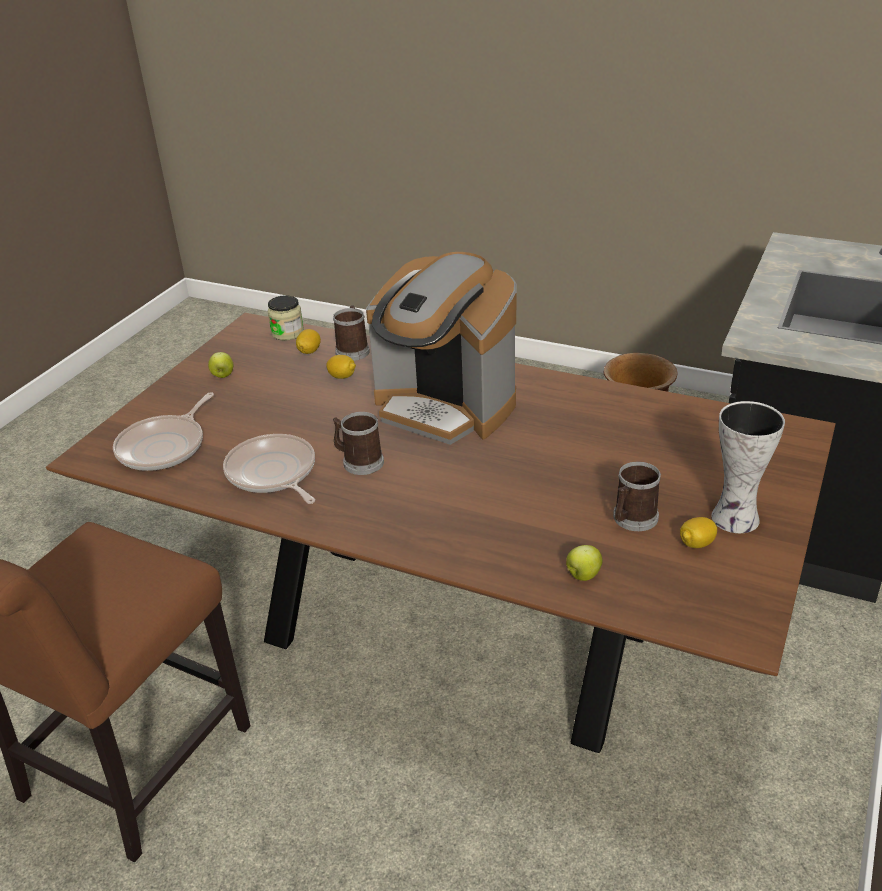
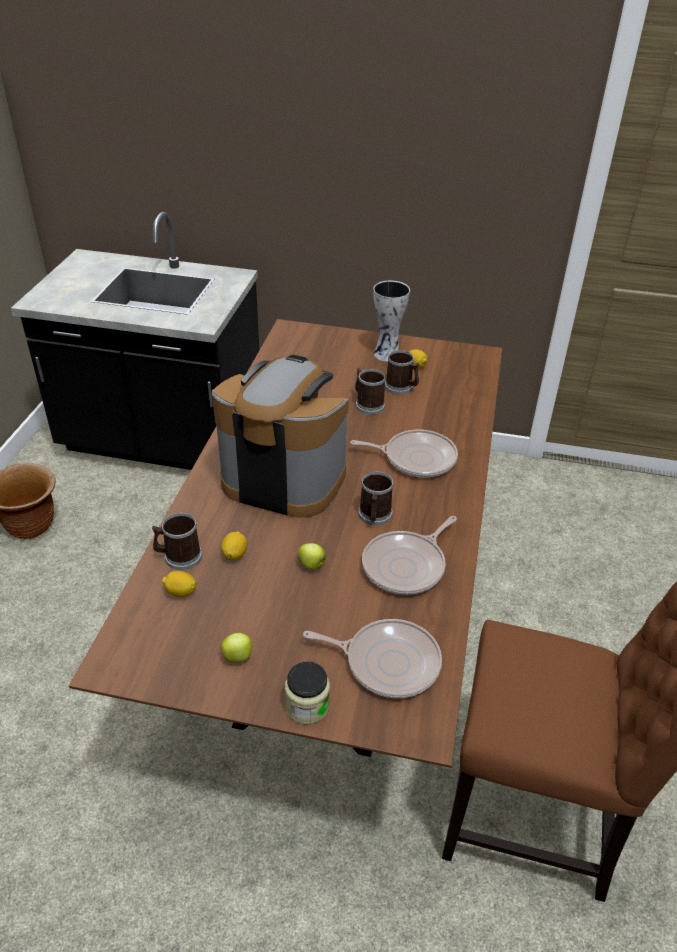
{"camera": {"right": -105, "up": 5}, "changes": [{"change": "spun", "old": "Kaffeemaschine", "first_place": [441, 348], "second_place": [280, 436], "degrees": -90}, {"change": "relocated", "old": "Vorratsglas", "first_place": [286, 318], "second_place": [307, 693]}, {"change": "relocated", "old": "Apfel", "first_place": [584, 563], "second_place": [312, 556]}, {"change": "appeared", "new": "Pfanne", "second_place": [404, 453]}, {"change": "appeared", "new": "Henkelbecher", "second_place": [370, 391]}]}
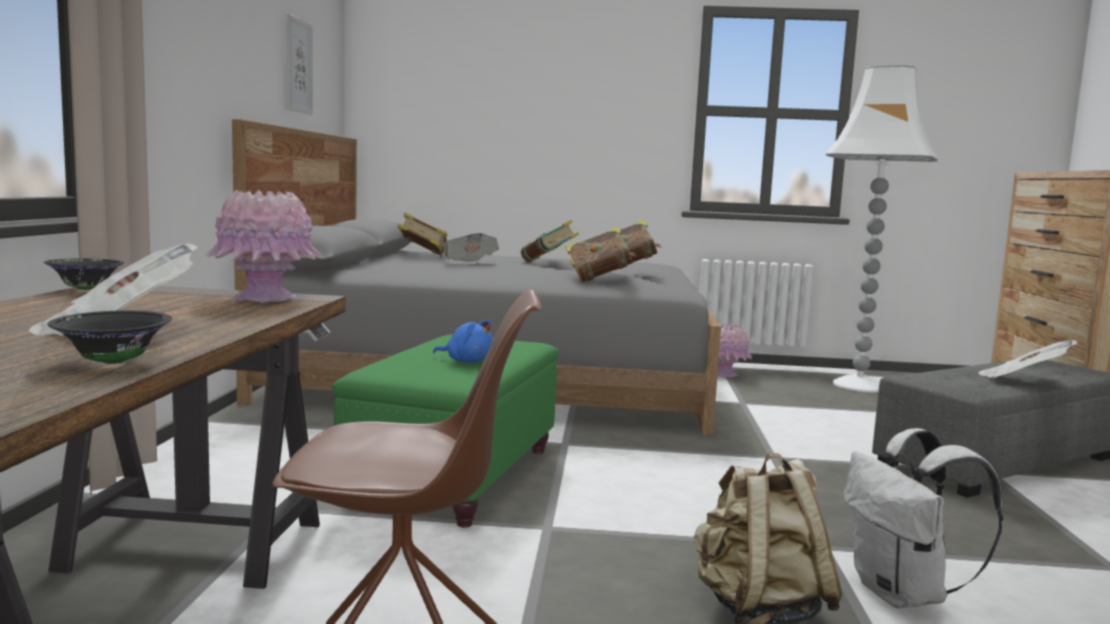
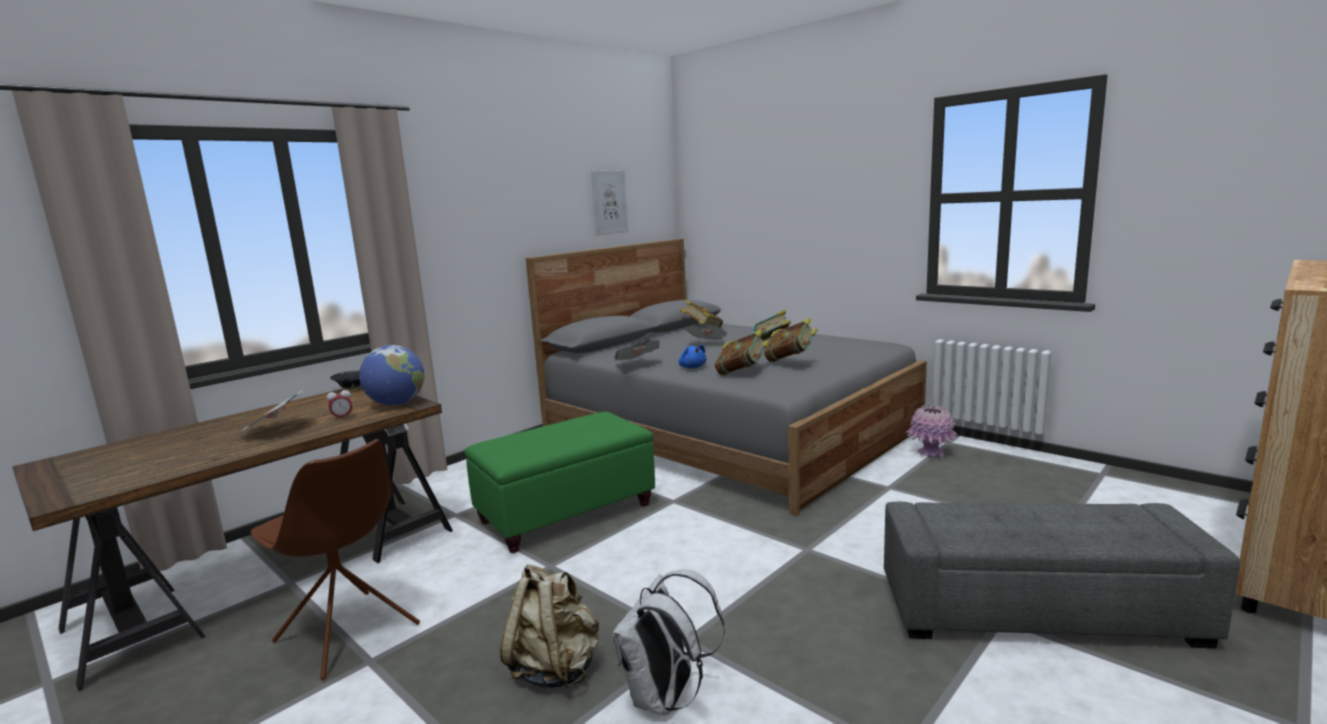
{"camera": {"right": 40, "up": 5}, "changes": [{"change": "appeared", "new": "Wecker", "second_place": [339, 404]}, {"change": "exchanged", "old": "Vase (rosa)", "new": "Globus", "first_place": [264, 246], "second_place": [391, 375]}, {"change": "relocated", "old": "Zeitung", "first_place": [1028, 359], "second_place": [637, 350]}, {"change": "relocated", "old": "Plüschtier (blau)", "first_place": [463, 341], "second_place": [692, 357]}, {"change": "missing", "old": "Schüssel (schwarz)", "first_place": [109, 337]}, {"change": "missing", "old": "Stehlampe (weiß)", "first_place": [882, 228]}]}
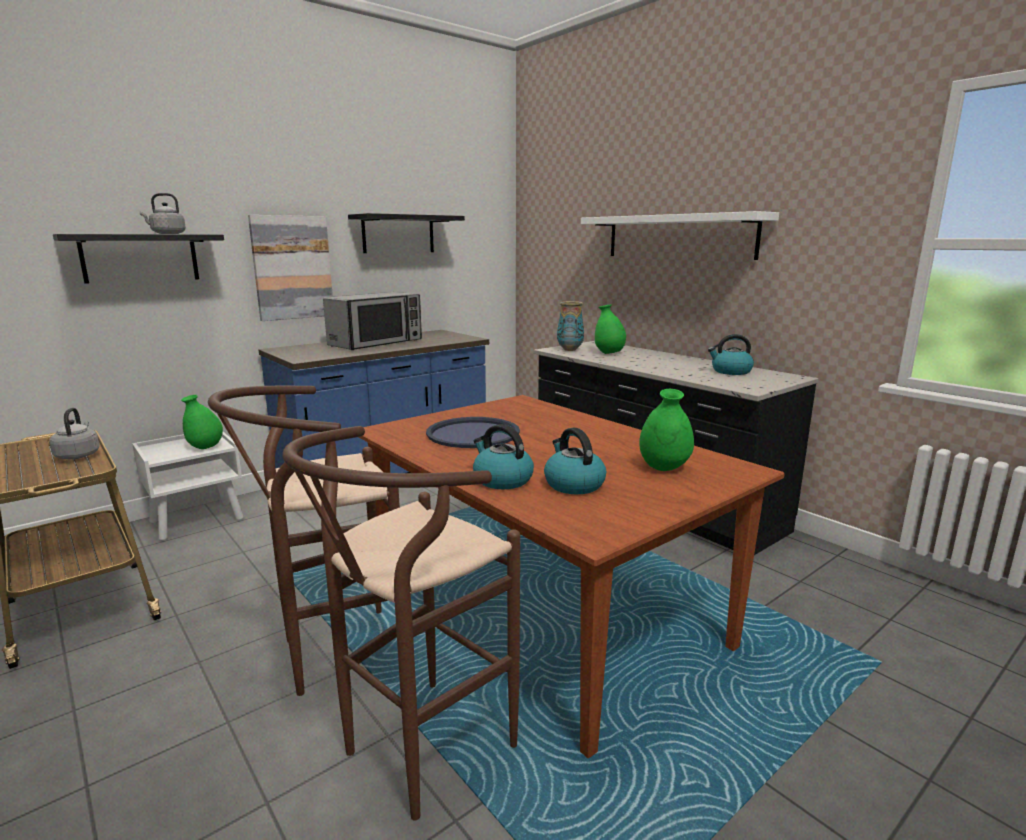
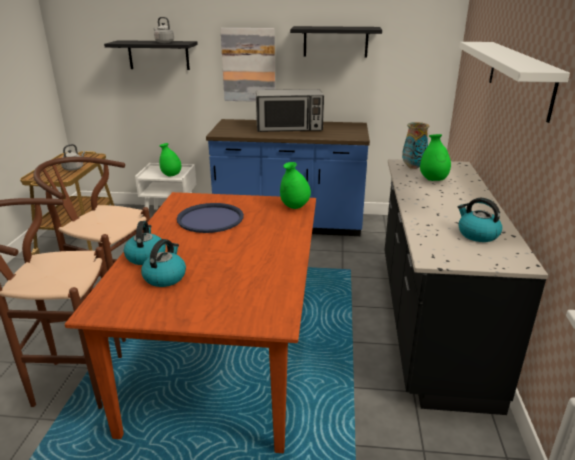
{"camera": {"right": 45, "up": 10}, "changes": [{"change": "relocated", "old": "Vase (grün)", "first_place": [666, 430], "second_place": [295, 185]}]}
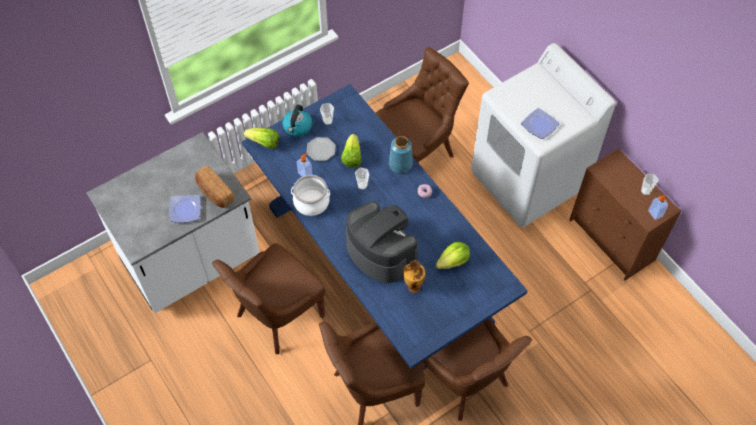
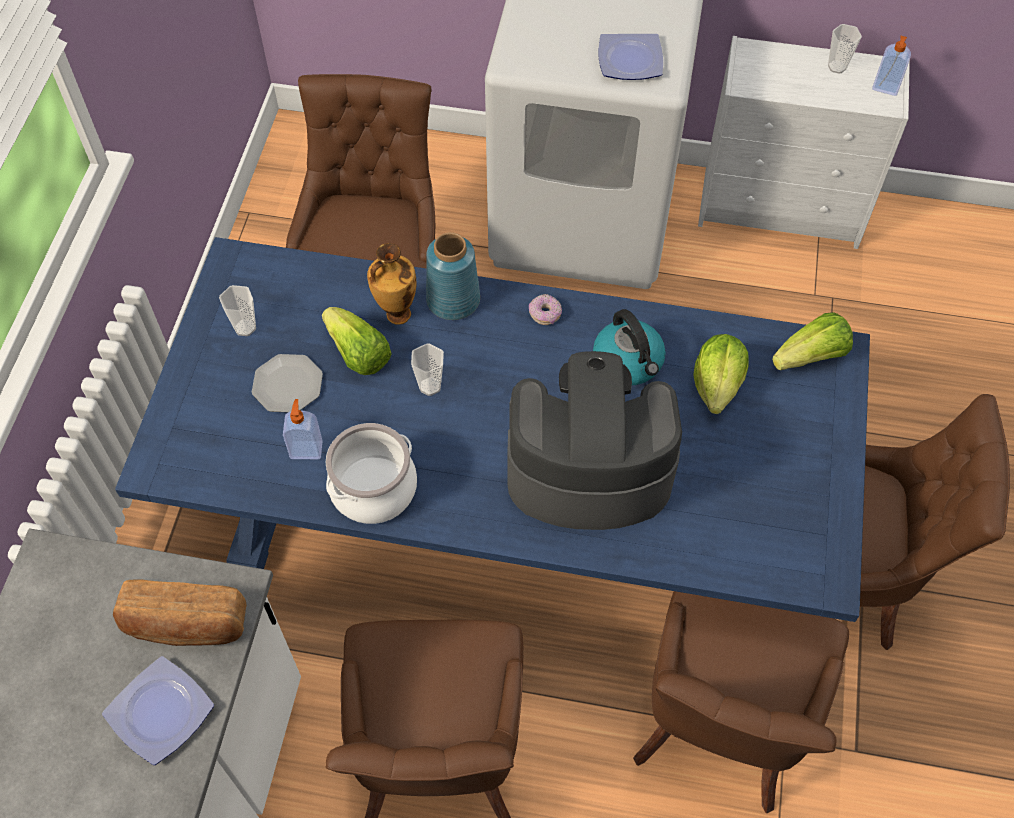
{"camera": {"right": -45, "up": 0}, "changes": [{"change": "relocated", "old": "Vase", "first_place": [414, 276], "second_place": [392, 284]}, {"change": "relocated", "old": "Wasserkessel", "first_place": [297, 121], "second_place": [629, 347]}, {"change": "colour", "old": "Kommode (braun)", "new": "Kommode (weiß)", "first_place": [625, 214], "second_place": [804, 142]}, {"change": "relocated", "old": "Salatkopf", "first_place": [261, 138], "second_place": [812, 341]}]}
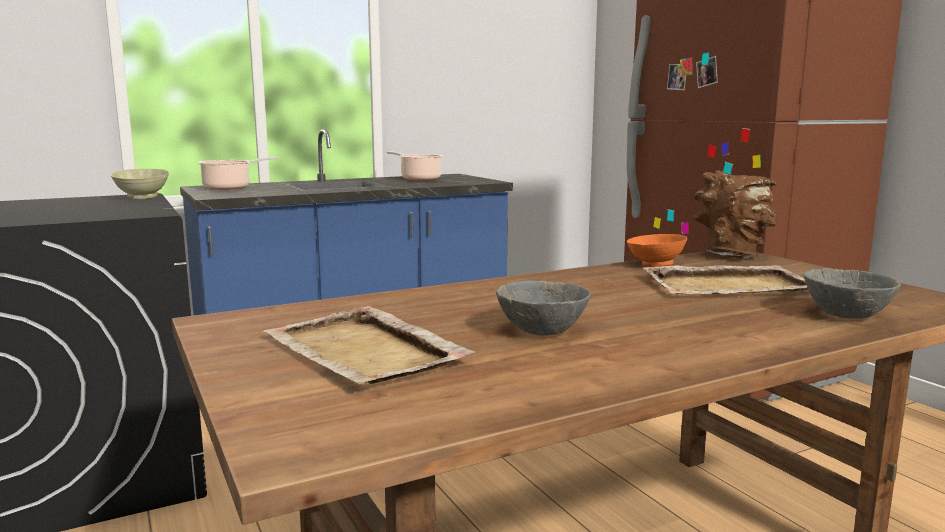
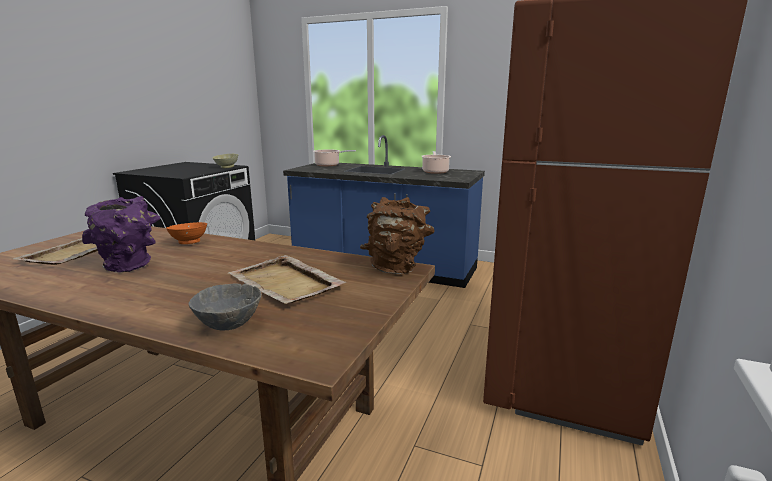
{"camera": {"right": 50, "up": 5}, "changes": [{"change": "exchanged", "old": "Schüssel (grau)", "new": "Vase (lila)", "first_place": [543, 308], "second_place": [121, 234]}, {"change": "relocated", "old": "Schüssel (orange)", "first_place": [657, 250], "second_place": [186, 233]}]}
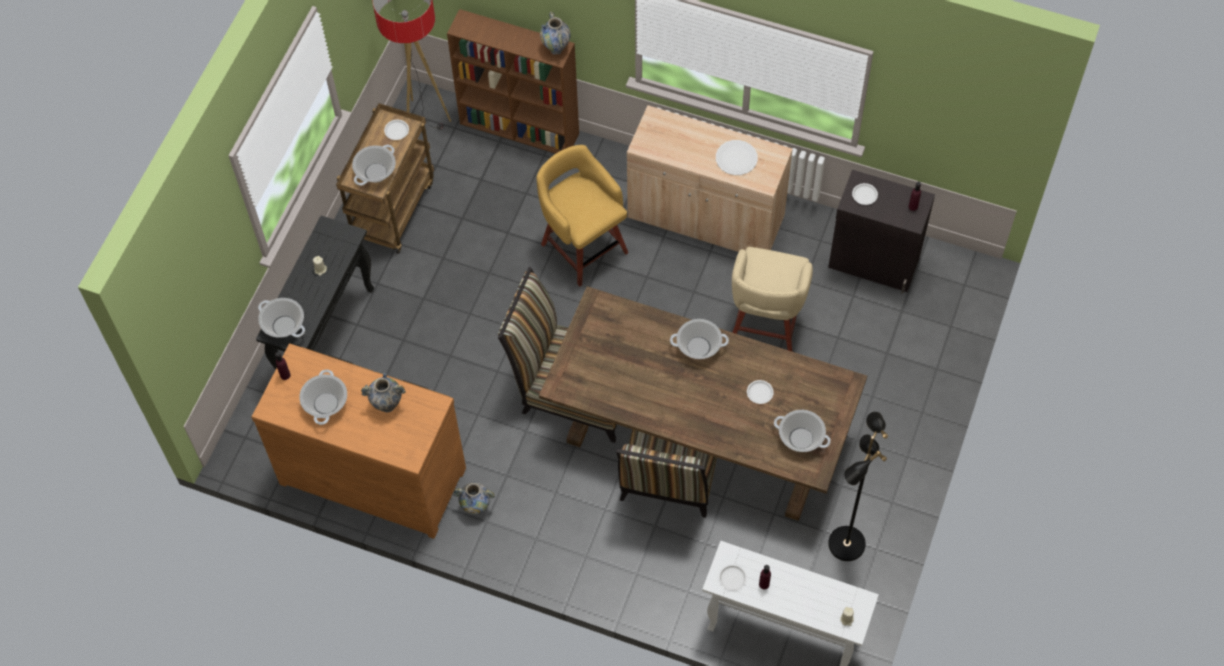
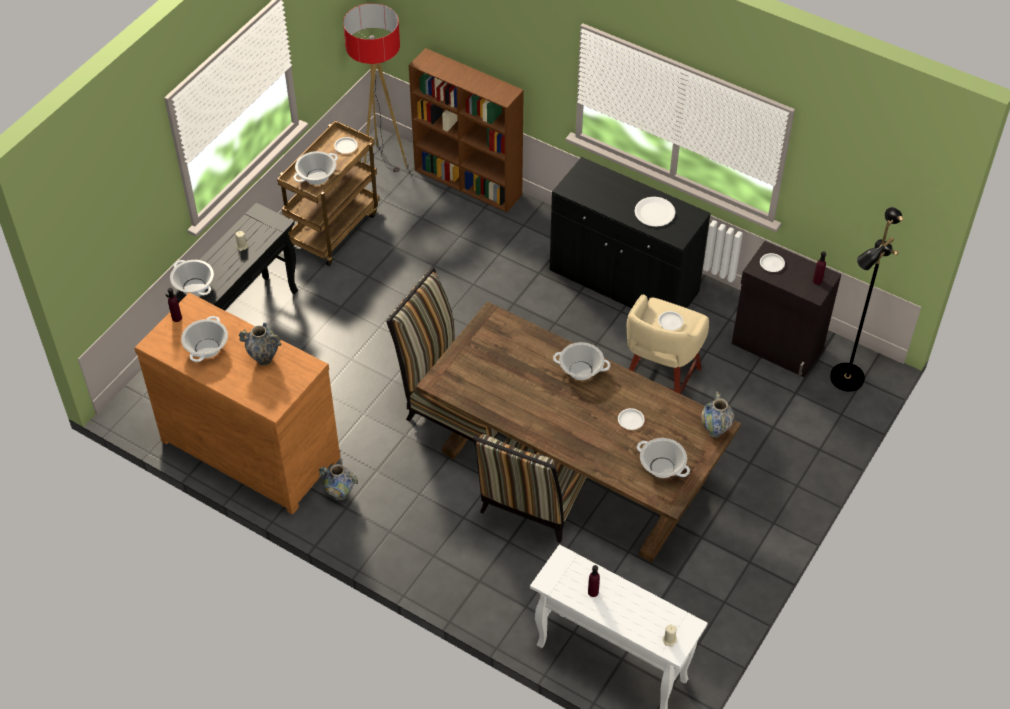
{"camera": {"right": 10, "up": -10}, "changes": [{"change": "colour", "old": "Schrank (beige)", "new": "Schrank (schwarz)", "first_place": [710, 178], "second_place": [630, 232]}, {"change": "relocated", "old": "Teller (weiß)", "first_place": [733, 577], "second_place": [670, 320]}, {"change": "relocated", "old": "Vase", "first_place": [555, 33], "second_place": [717, 414]}, {"change": "relocated", "old": "Stehlampe (schwarz)", "first_place": [858, 486], "second_place": [866, 299]}, {"change": "missing", "old": "Hocker (gelb)", "first_place": [582, 216]}]}
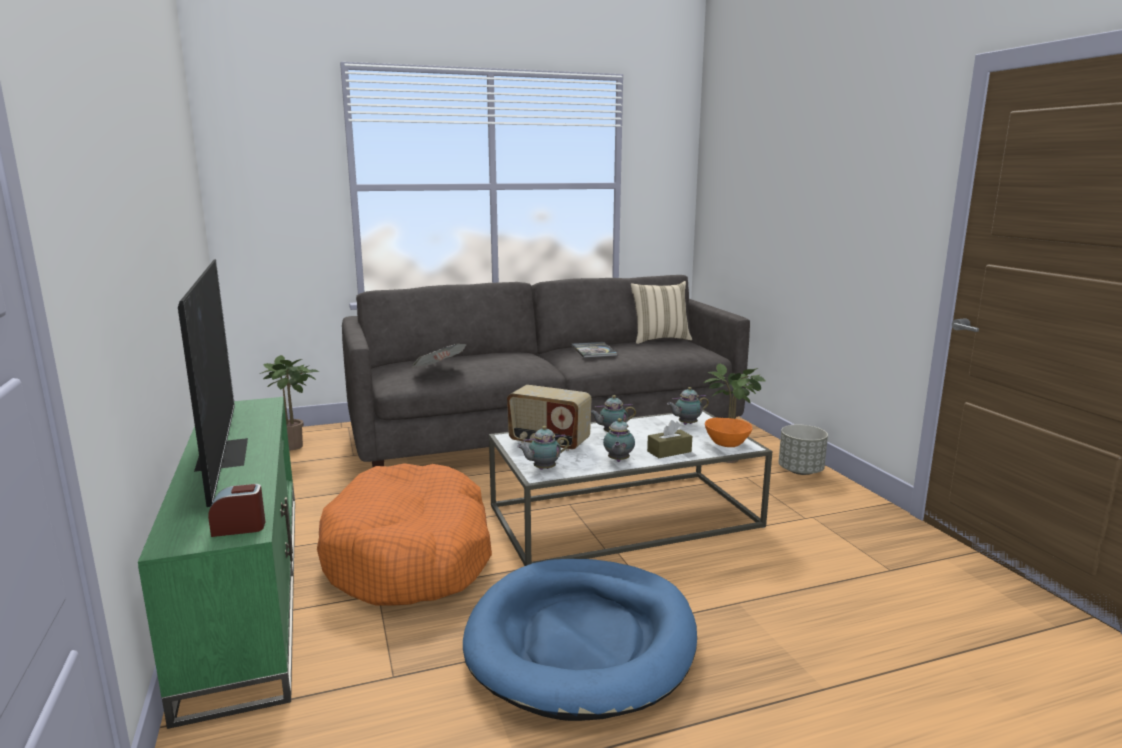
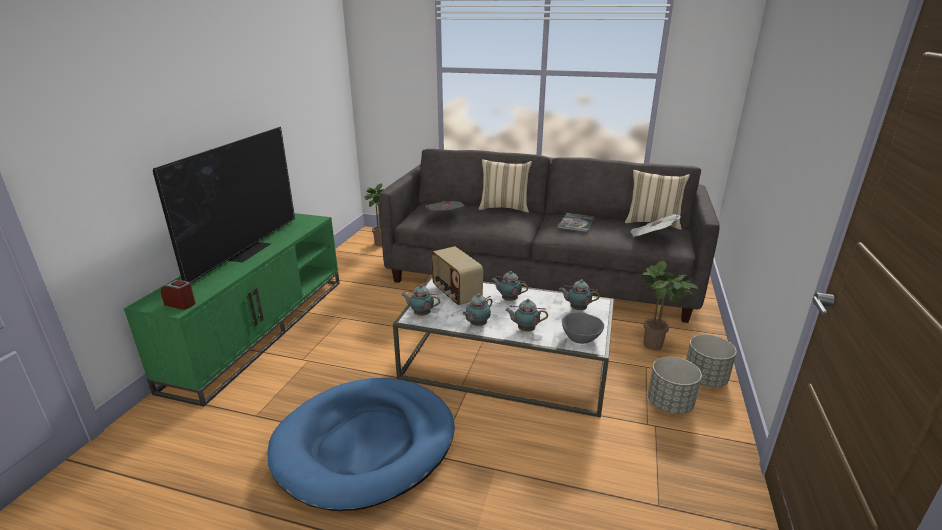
{"camera": {"right": 35, "up": 10}, "changes": [{"change": "appeared", "new": "Kissen (beige)", "second_place": [505, 186]}, {"change": "exchanged", "old": "Taschentuchbox (braun)", "new": "Teekanne", "first_place": [669, 439], "second_place": [526, 315]}, {"change": "colour", "old": "Schüssel (orange)", "new": "Schüssel (grau)", "first_place": [729, 432], "second_place": [583, 328]}, {"change": "appeared", "new": "Zeitung", "second_place": [655, 225]}, {"change": "appeared", "new": "Pflanzkübel (grau)", "second_place": [675, 385]}, {"change": "missing", "old": "Hundebett (orange)", "first_place": [404, 534]}]}
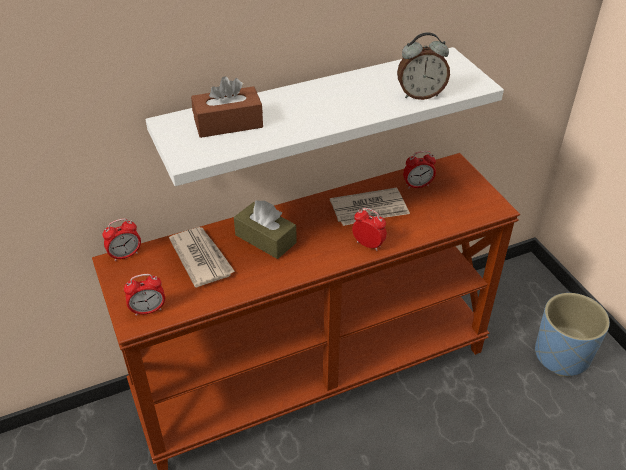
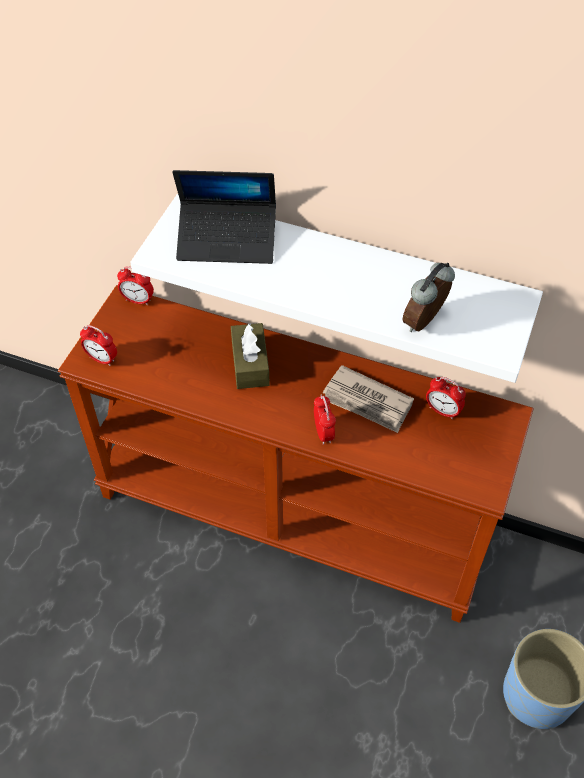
{"camera": {"right": 45, "up": 10}, "changes": [{"change": "exchanged", "old": "Taschentuchbox (braun)", "new": "Laptop", "first_place": [227, 107], "second_place": [224, 217]}, {"change": "spun", "old": "Wecker", "first_place": [423, 66], "second_place": [428, 297], "degrees": 90}, {"change": "missing", "old": "Zeitung", "first_place": [202, 257]}]}
